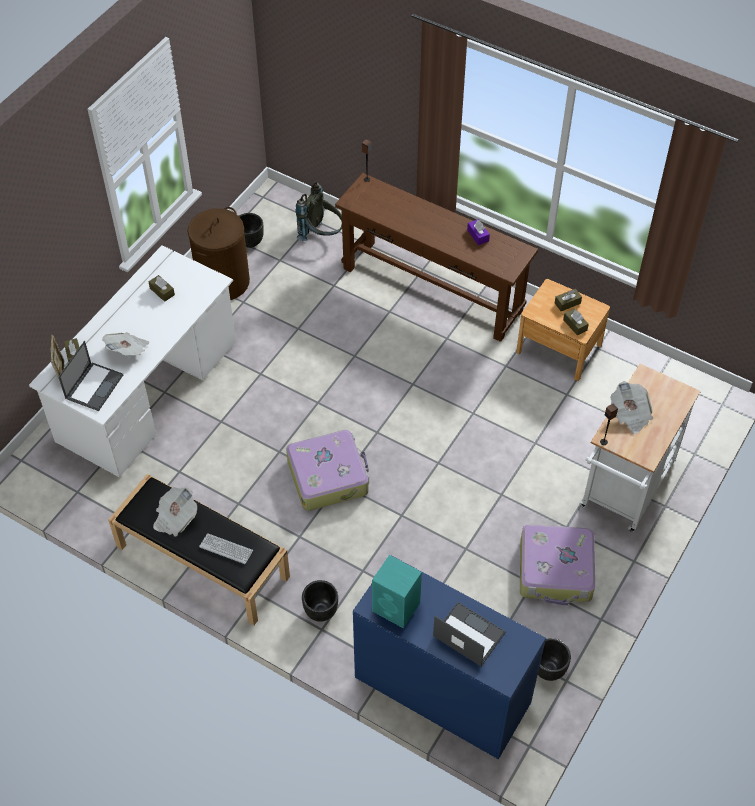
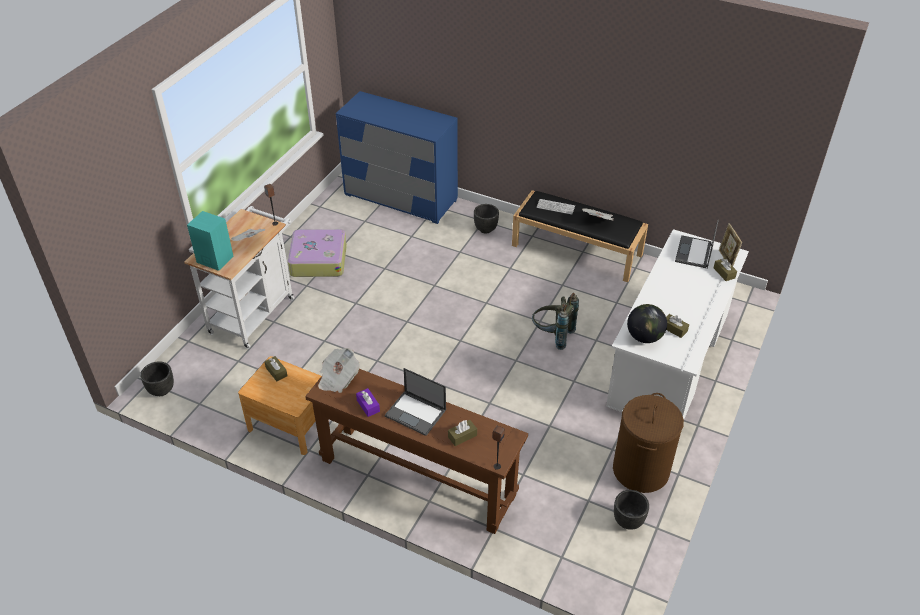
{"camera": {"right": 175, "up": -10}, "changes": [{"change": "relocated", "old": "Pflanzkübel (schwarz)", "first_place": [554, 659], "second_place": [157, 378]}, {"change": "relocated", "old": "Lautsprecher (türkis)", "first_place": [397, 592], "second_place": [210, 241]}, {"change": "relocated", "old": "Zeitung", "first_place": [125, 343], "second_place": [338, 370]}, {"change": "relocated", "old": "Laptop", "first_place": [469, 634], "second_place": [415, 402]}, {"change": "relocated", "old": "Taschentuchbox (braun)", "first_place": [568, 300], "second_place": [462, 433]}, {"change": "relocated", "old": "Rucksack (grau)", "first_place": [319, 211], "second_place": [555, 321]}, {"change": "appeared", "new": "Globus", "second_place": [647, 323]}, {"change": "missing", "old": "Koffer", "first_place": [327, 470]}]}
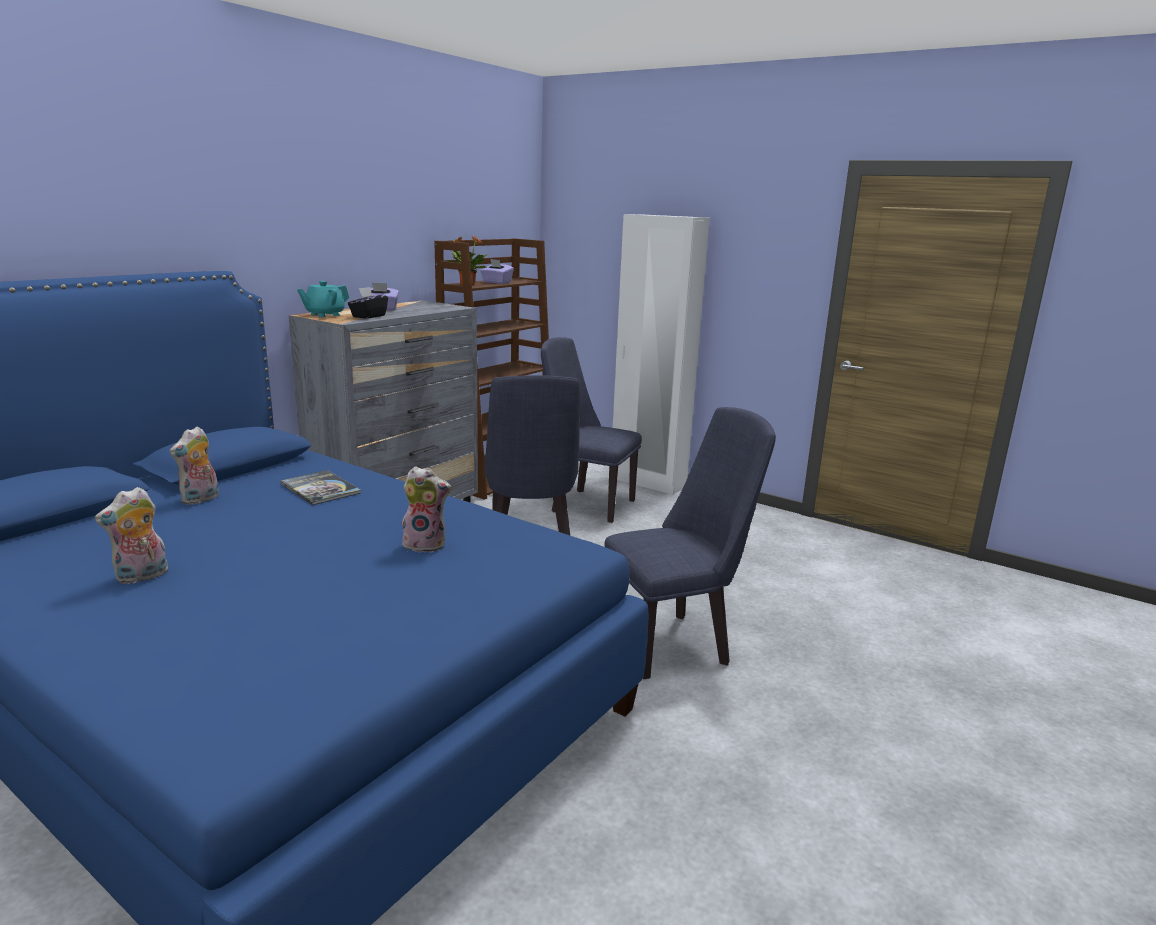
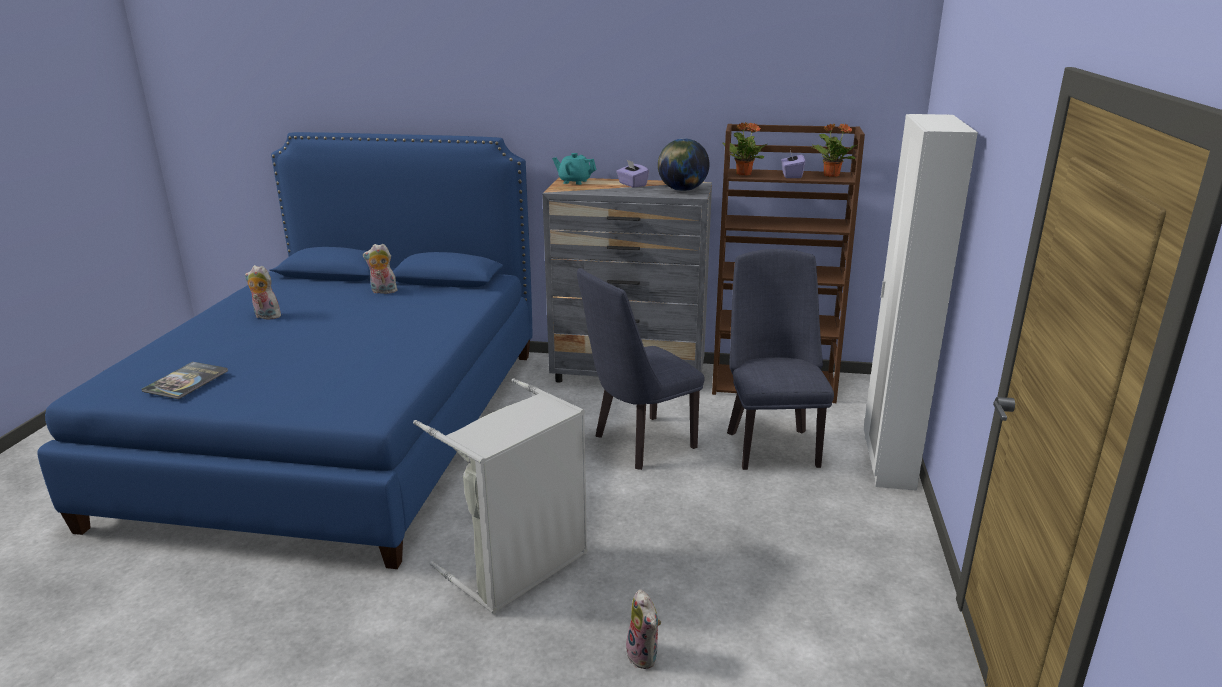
{"camera": {"right": 65, "up": 5}, "changes": [{"change": "relocated", "old": "Buch", "first_place": [320, 487], "second_place": [185, 380]}, {"change": "exchanged", "old": "Stuhl (blau)", "new": "Wäschekorb (grau)", "first_place": [690, 543], "second_place": [500, 496]}, {"change": "relocated", "old": "Plüschtier", "first_place": [425, 509], "second_place": [643, 629]}, {"change": "appeared", "new": "Globus", "second_place": [684, 164]}, {"change": "appeared", "new": "Topfpflanze", "second_place": [834, 150]}, {"change": "missing", "old": "Taschentuchbox (schwarz)", "first_place": [368, 303]}]}
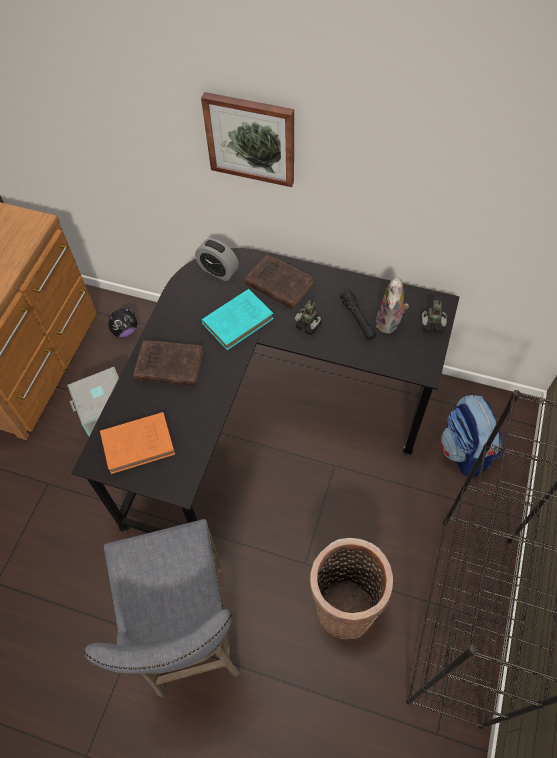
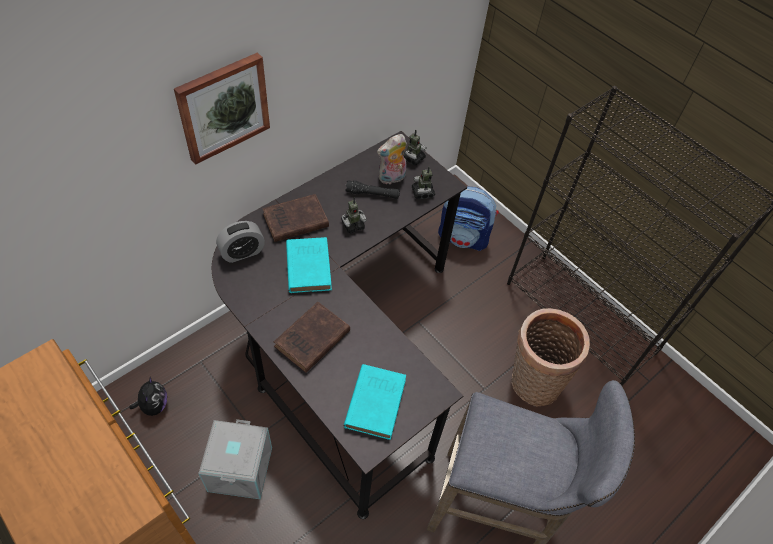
{"camera": {"right": -65, "up": -5}, "changes": [{"change": "colour", "old": "Buch (orange)", "new": "Buch (türkis)", "first_place": [137, 443], "second_place": [375, 402]}, {"change": "spun", "old": "Plüschtier", "first_place": [392, 305], "second_place": [392, 159], "degrees": 105}, {"change": "appeared", "new": "Spielzeugroboter", "second_place": [423, 183]}]}
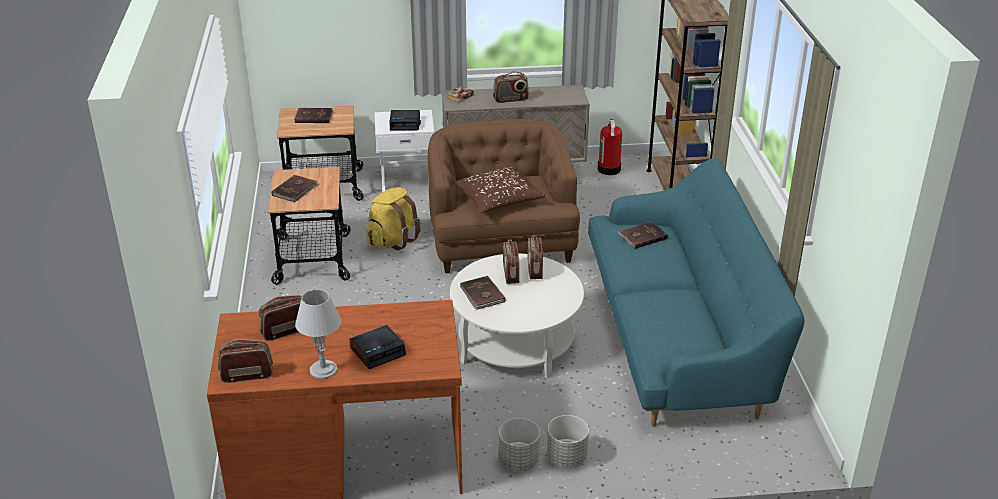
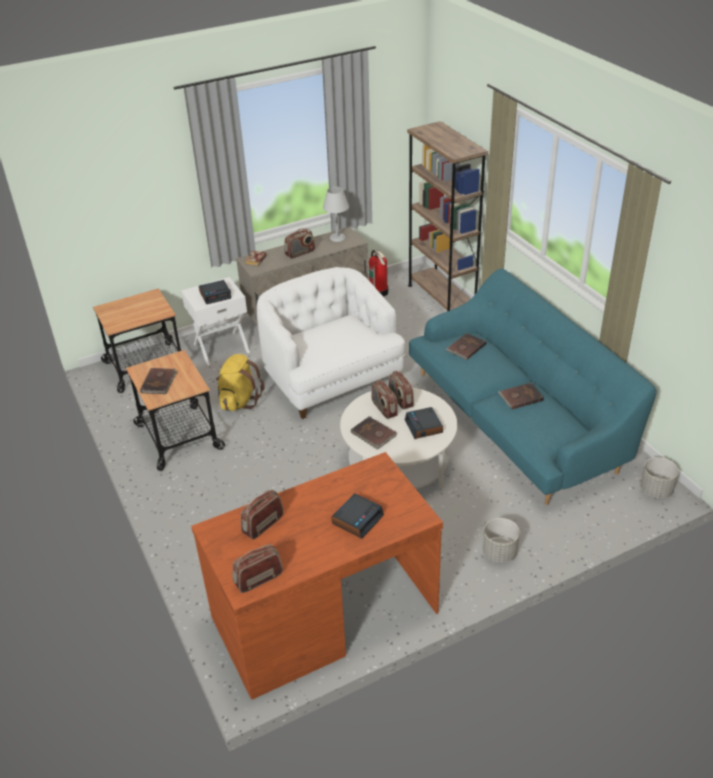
{"camera": {"right": -20, "up": 5}, "changes": [{"change": "colour", "old": "Sessel (braun)", "new": "Sessel (weiß)", "first_place": [504, 196], "second_place": [331, 343]}, {"change": "relocated", "old": "Tischlampe (grau)", "first_place": [318, 334], "second_place": [336, 214]}, {"change": "appeared", "new": "Wecker", "second_place": [424, 423]}, {"change": "relocated", "old": "Buch (braun)", "first_place": [313, 115], "second_place": [521, 396]}, {"change": "relocated", "old": "Pflanzkübel (grau)", "first_place": [519, 444], "second_place": [659, 478]}, {"change": "missing", "old": "Kissen (braun)", "first_place": [499, 190]}]}
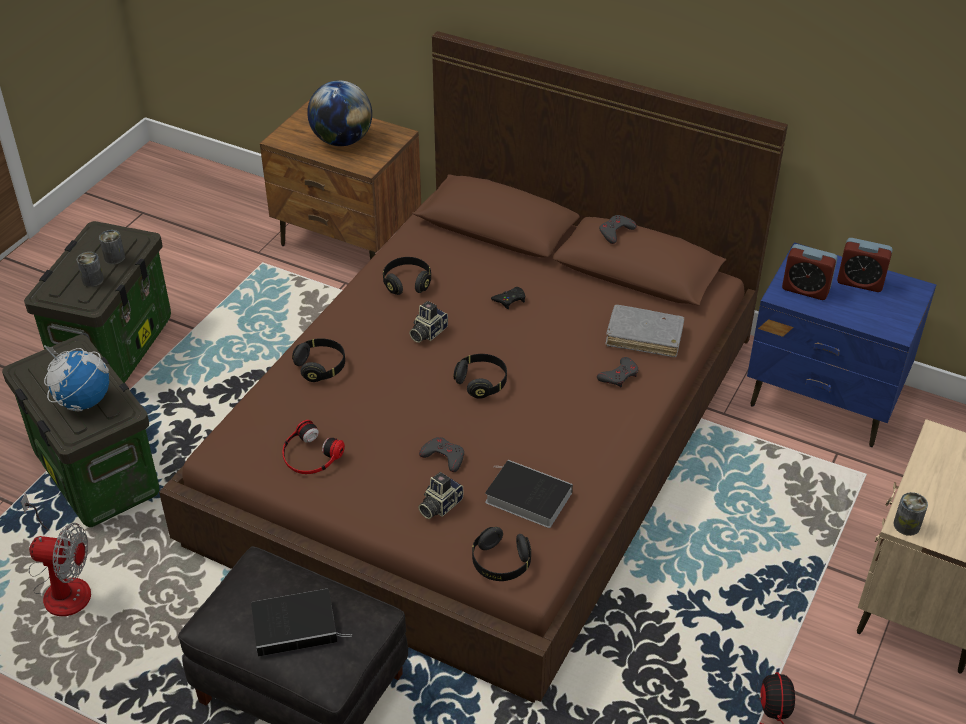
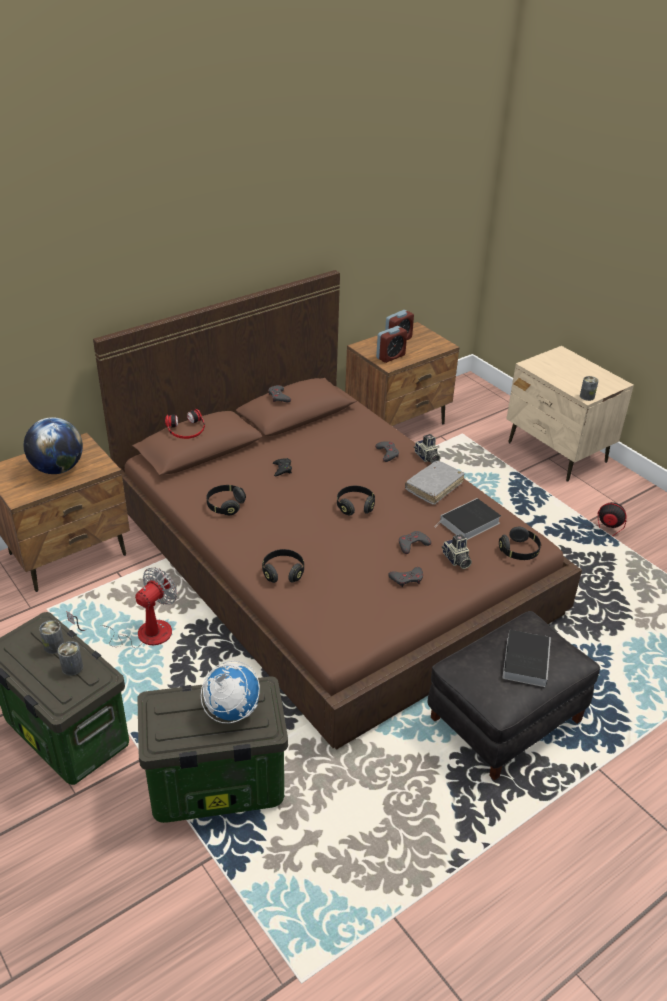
{"camera": {"right": -65, "up": -5}, "changes": [{"change": "relocated", "old": "Ventilator", "first_place": [56, 554], "second_place": [121, 607]}, {"change": "relocated", "old": "Kopfhörer", "first_place": [313, 447], "second_place": [185, 424]}, {"change": "colour", "old": "Nachttisch (blau)", "new": "Nachttisch (braun)", "first_place": [841, 345], "second_place": [402, 374]}, {"change": "appeared", "new": "Gamepad (grau)", "second_place": [405, 577]}, {"change": "relocated", "old": "Buch (grau)", "first_place": [645, 330], "second_place": [435, 483]}, {"change": "relocated", "old": "Kamera", "first_place": [428, 322], "second_place": [427, 448]}]}
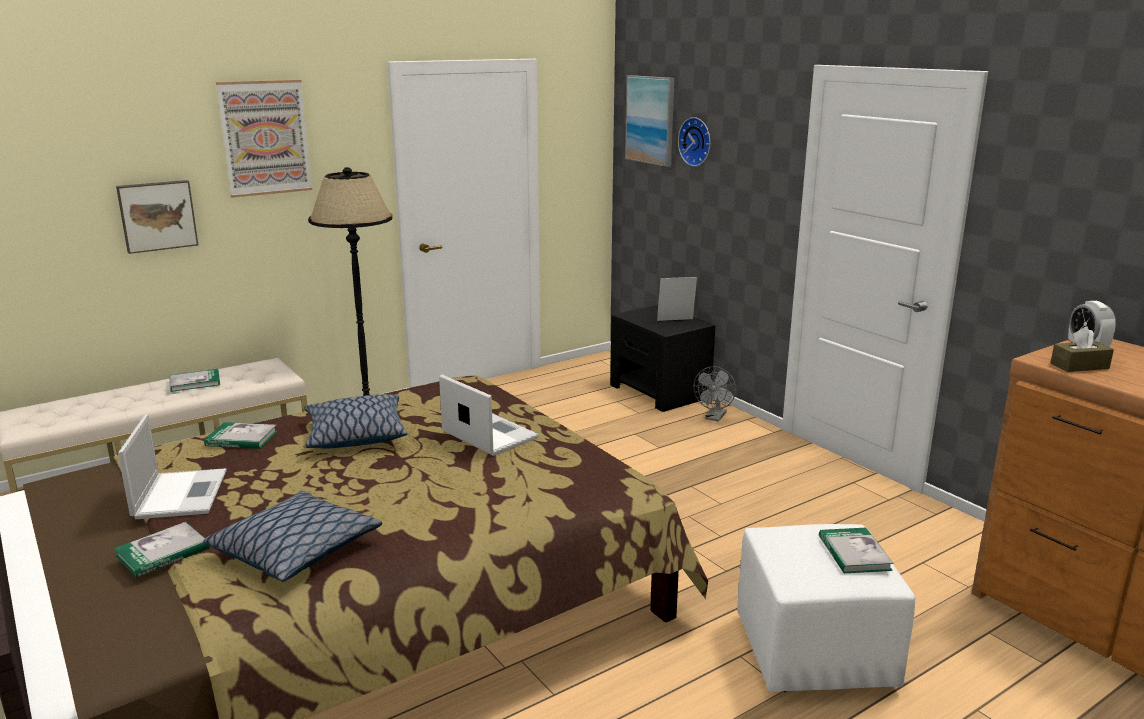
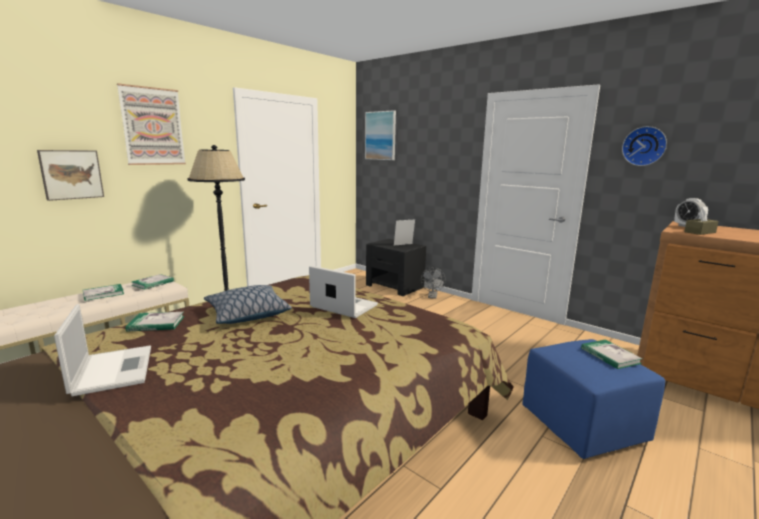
{"camera": {"right": -15, "up": -5}, "changes": [{"change": "relocated", "old": "Buch", "first_place": [161, 550], "second_place": [152, 282]}, {"change": "colour", "old": "Polsterhocker (weiß)", "new": "Polsterhocker (blau)", "first_place": [826, 608], "second_place": [593, 399]}, {"change": "relocated", "old": "Wanduhr", "first_place": [694, 141], "second_place": [644, 146]}, {"change": "missing", "old": "Kissen", "first_place": [292, 536]}]}
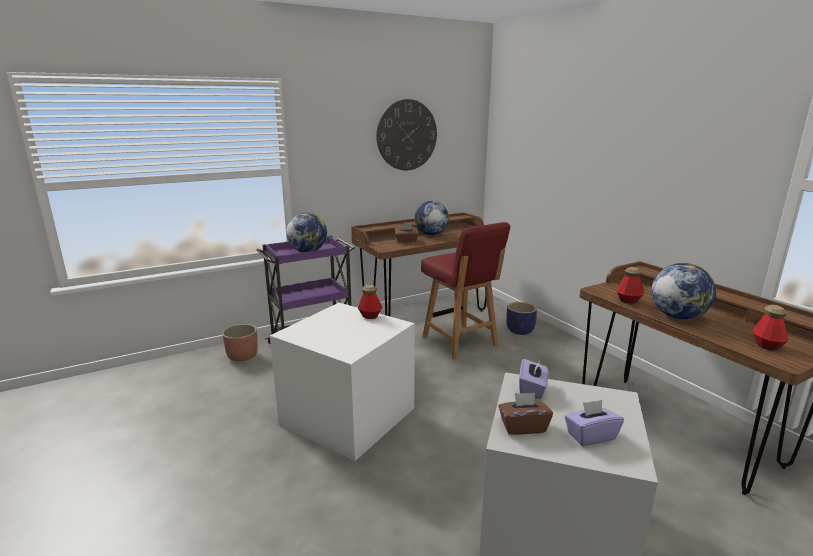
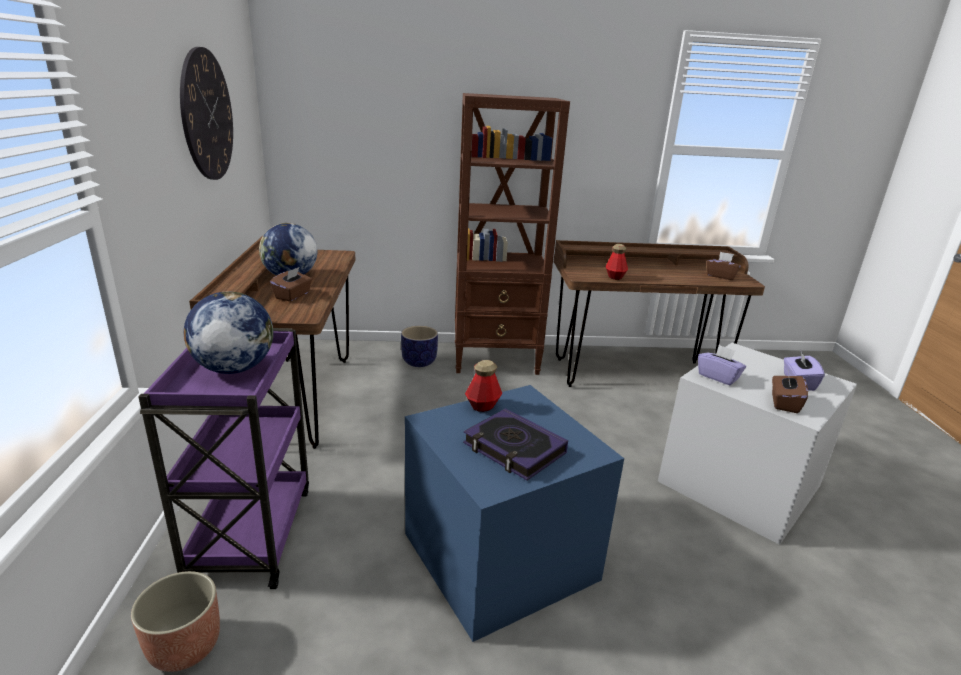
{"camera": {"right": -65, "up": 5}, "changes": [{"change": "colour", "old": "Aufbewahrungsbox (weiß)", "new": "Aufbewahrungsbox (blau)", "first_place": [342, 382], "second_place": [514, 513]}, {"change": "appeared", "new": "Bücherregal (braun)", "second_place": [512, 234]}, {"change": "appeared", "new": "Buch", "second_place": [515, 444]}, {"change": "exchanged", "old": "Flasche", "new": "Taschentuchbox (braun)", "first_place": [770, 328], "second_place": [724, 266]}, {"change": "missing", "old": "Stuhl (rot)", "first_place": [466, 290]}, {"change": "missing", "old": "Globus", "first_place": [683, 291]}]}
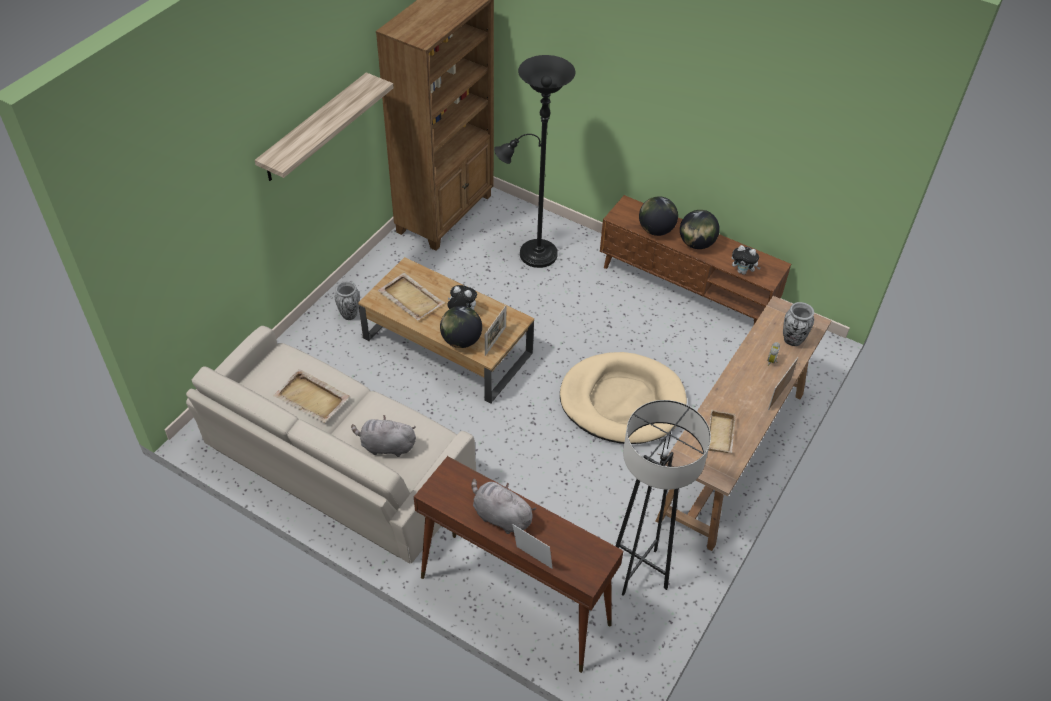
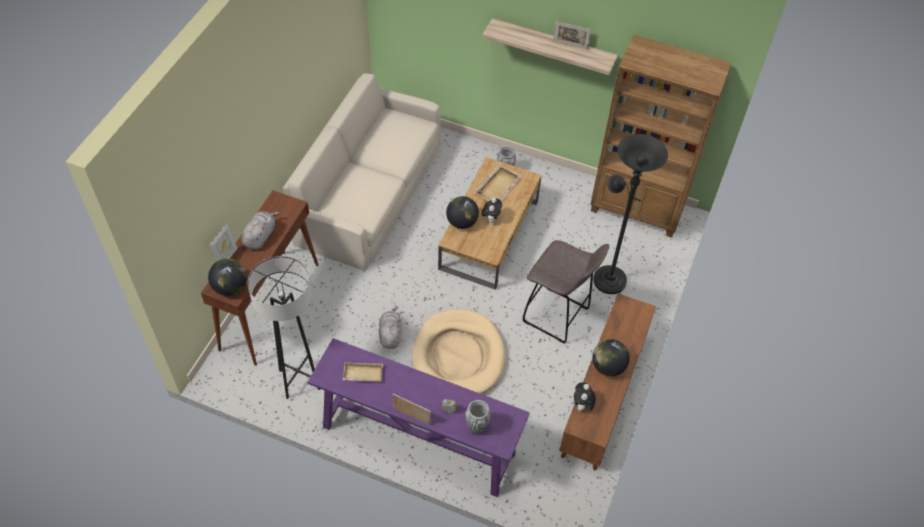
{"camera": {"right": 80, "up": 5}, "changes": [{"change": "relocated", "old": "Globus", "first_place": [658, 216], "second_place": [227, 277]}, {"change": "colour", "old": "Konsolentisch (braun)", "new": "Konsolentisch (lila)", "first_place": [743, 423], "second_place": [419, 417]}, {"change": "relocated", "old": "Plüschtier (grau)", "first_place": [383, 436], "second_place": [390, 327]}, {"change": "appeared", "new": "Hocker (grau)", "second_place": [566, 292]}, {"change": "relocated", "old": "Bilderrahmen", "first_place": [496, 330], "second_place": [572, 35]}, {"change": "missing", "old": "Tablett (beige)", "first_place": [311, 396]}]}
